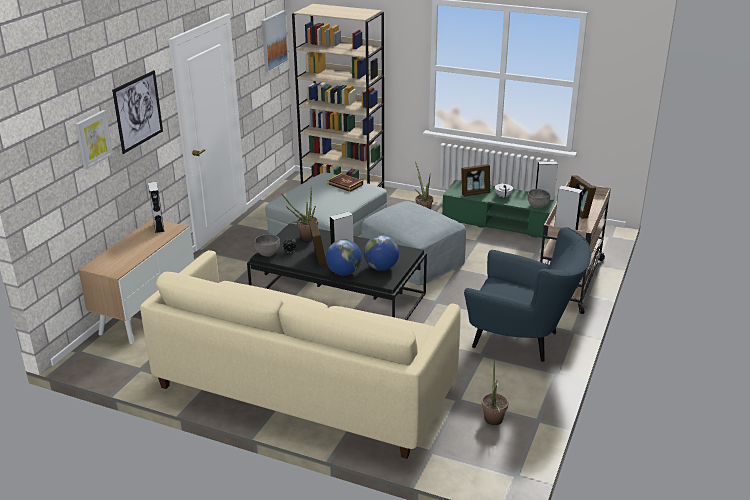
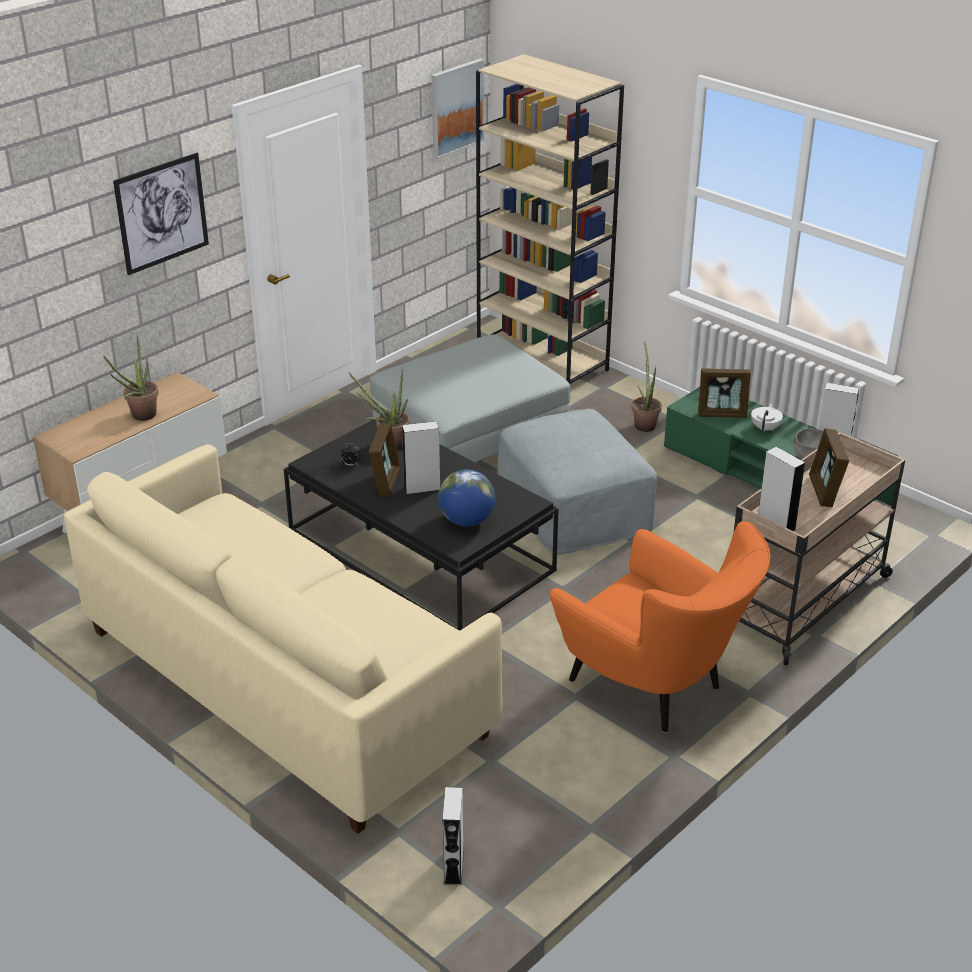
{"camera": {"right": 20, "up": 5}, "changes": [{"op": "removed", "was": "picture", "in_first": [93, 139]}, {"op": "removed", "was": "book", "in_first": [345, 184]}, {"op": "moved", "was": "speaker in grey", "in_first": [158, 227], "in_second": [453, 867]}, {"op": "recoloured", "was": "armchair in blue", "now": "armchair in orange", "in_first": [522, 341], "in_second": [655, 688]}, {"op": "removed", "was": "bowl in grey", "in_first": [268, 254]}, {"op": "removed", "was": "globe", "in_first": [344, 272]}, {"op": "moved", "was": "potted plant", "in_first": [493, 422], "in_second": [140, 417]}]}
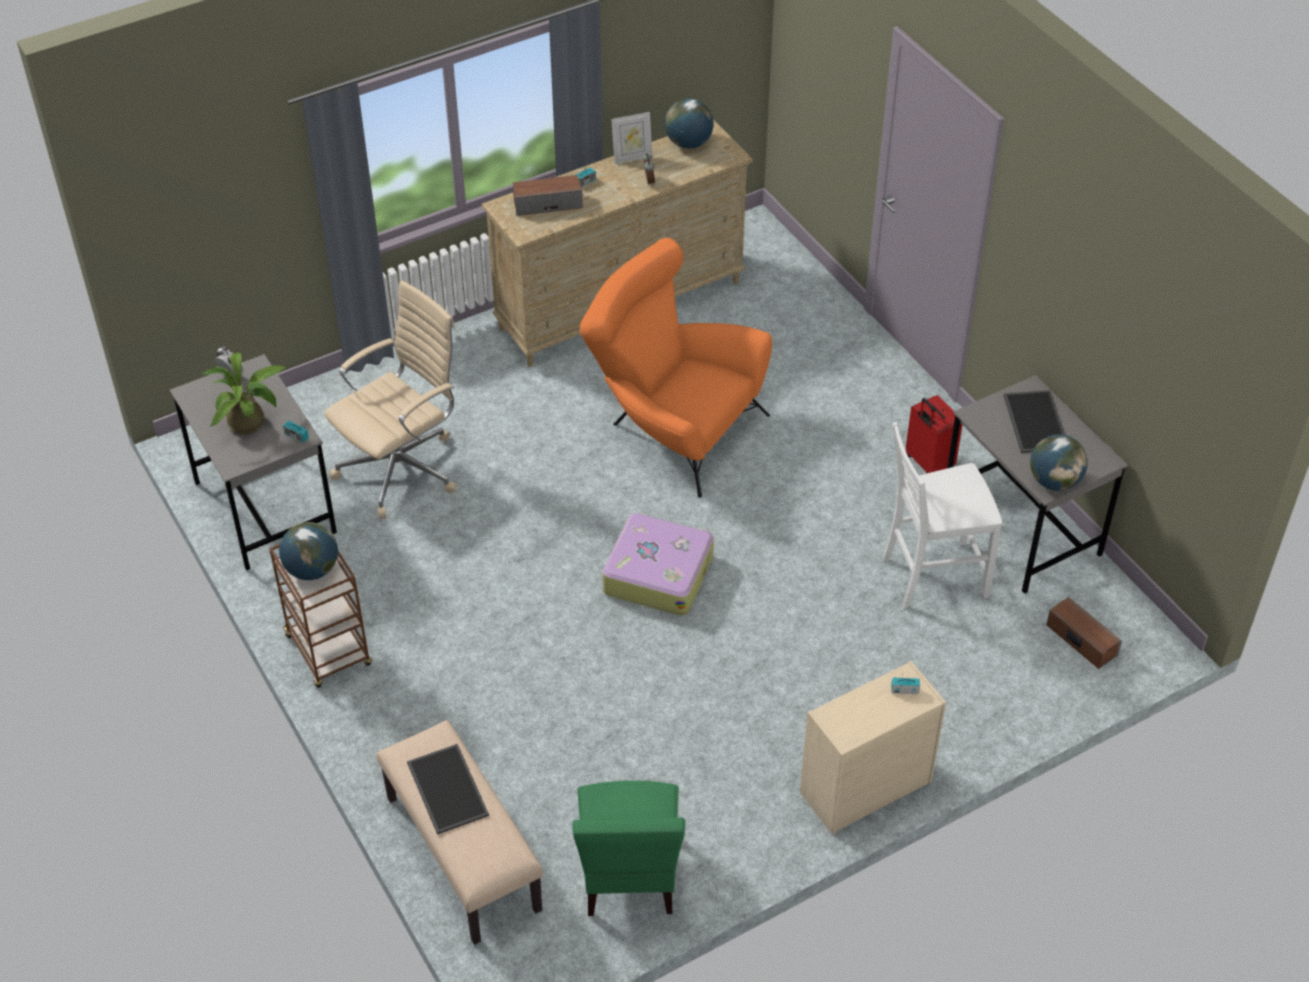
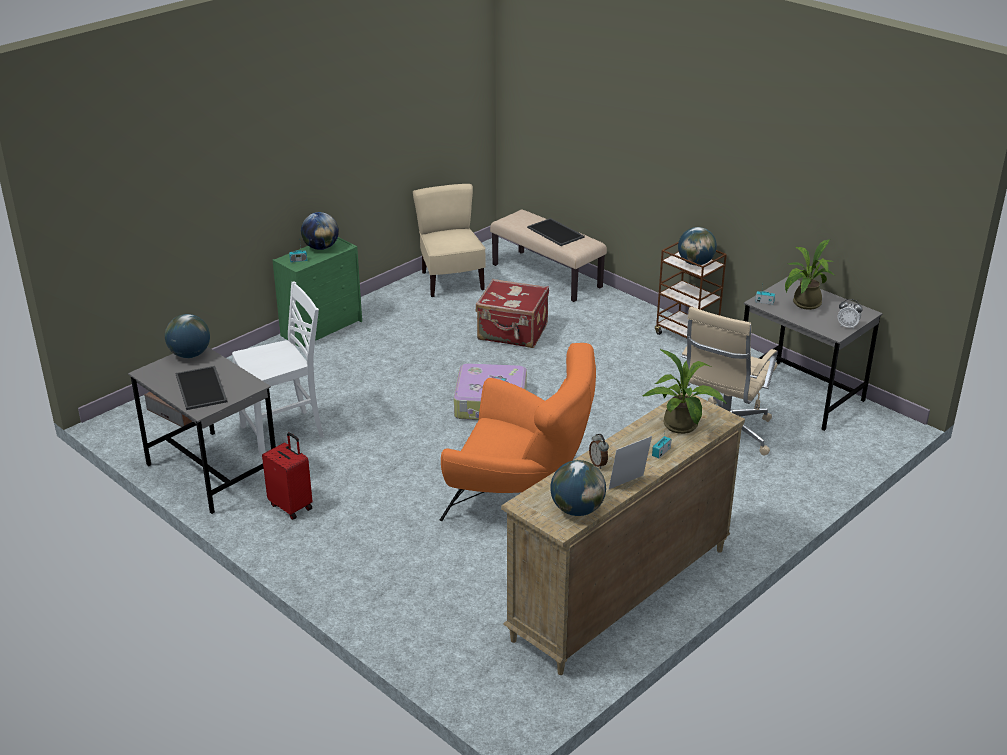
{"camera": {"right": 165, "up": -15}, "changes": [{"op": "replaced", "was": "speaker", "now": "potted plant", "in_first": [547, 203], "in_second": [683, 427]}, {"op": "recoloured", "was": "dresser in beige", "now": "dresser in green", "in_first": [864, 788], "in_second": [322, 328]}, {"op": "recoloured", "was": "chair in green", "now": "chair in beige", "in_first": [629, 874], "in_second": [451, 281]}, {"op": "added", "now": "globe", "in_second": [321, 247]}, {"op": "added", "now": "suitcase in red", "in_second": [512, 333]}]}
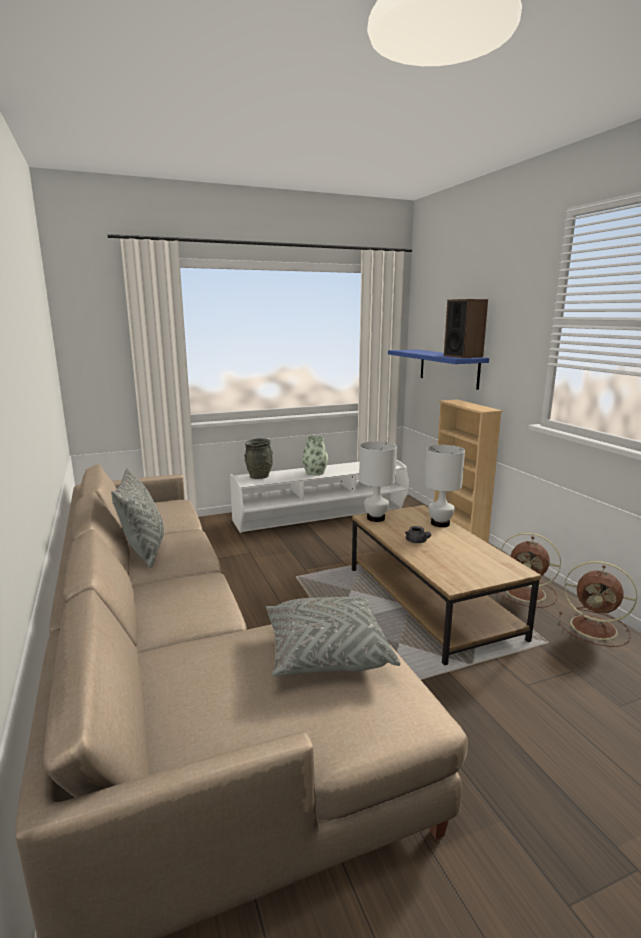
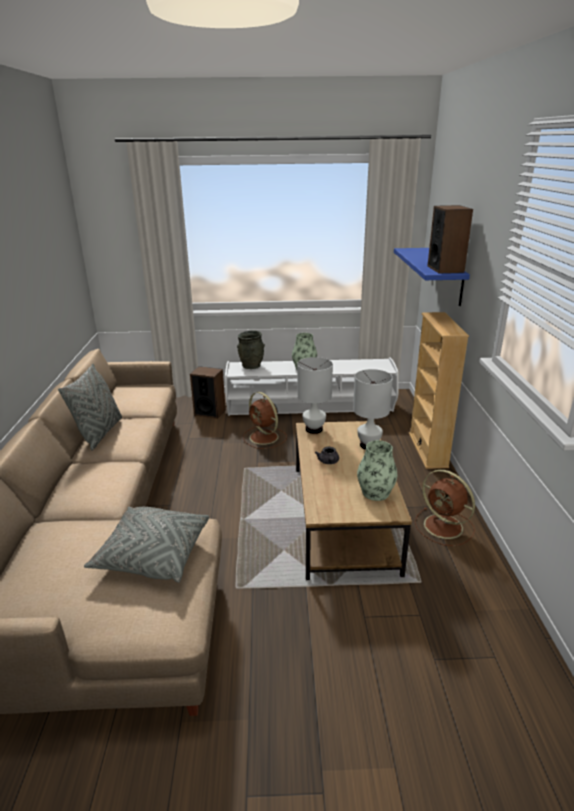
{"camera": {"right": 20, "up": 10}, "changes": [{"op": "moved", "was": "fan in brown", "in_first": [595, 628], "in_second": [264, 438]}, {"op": "added", "now": "speaker", "in_second": [209, 412]}, {"op": "added", "now": "vase", "in_second": [375, 492]}]}
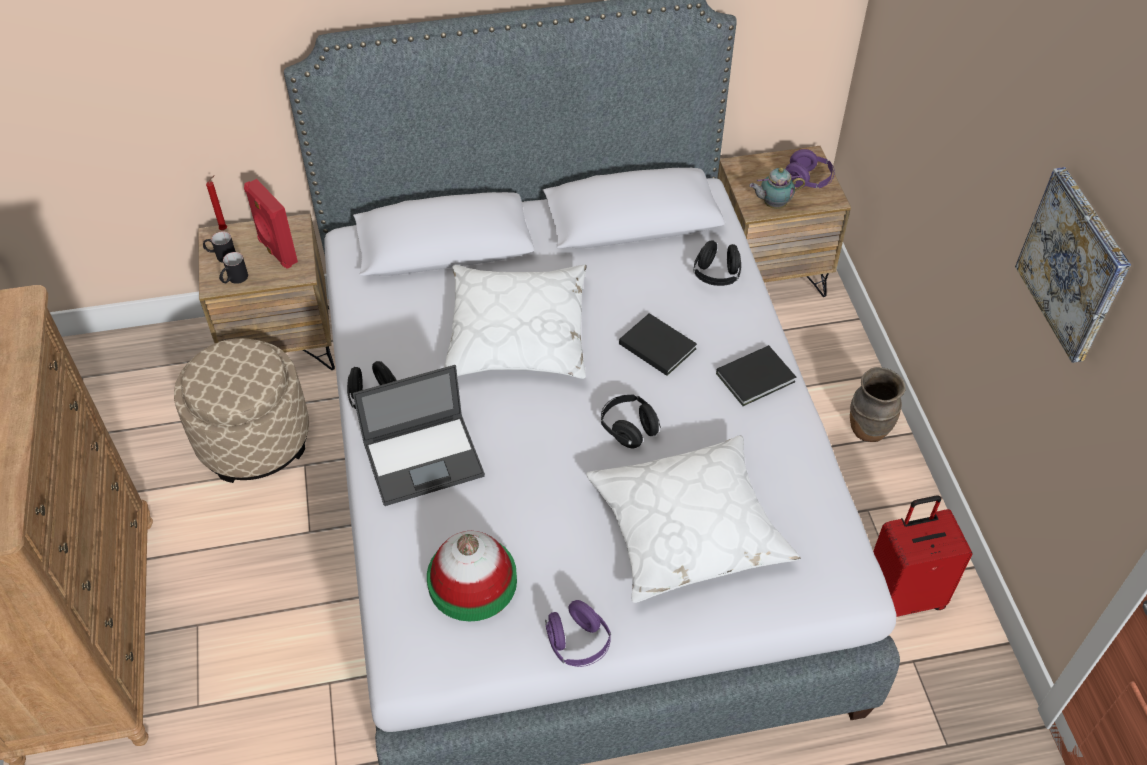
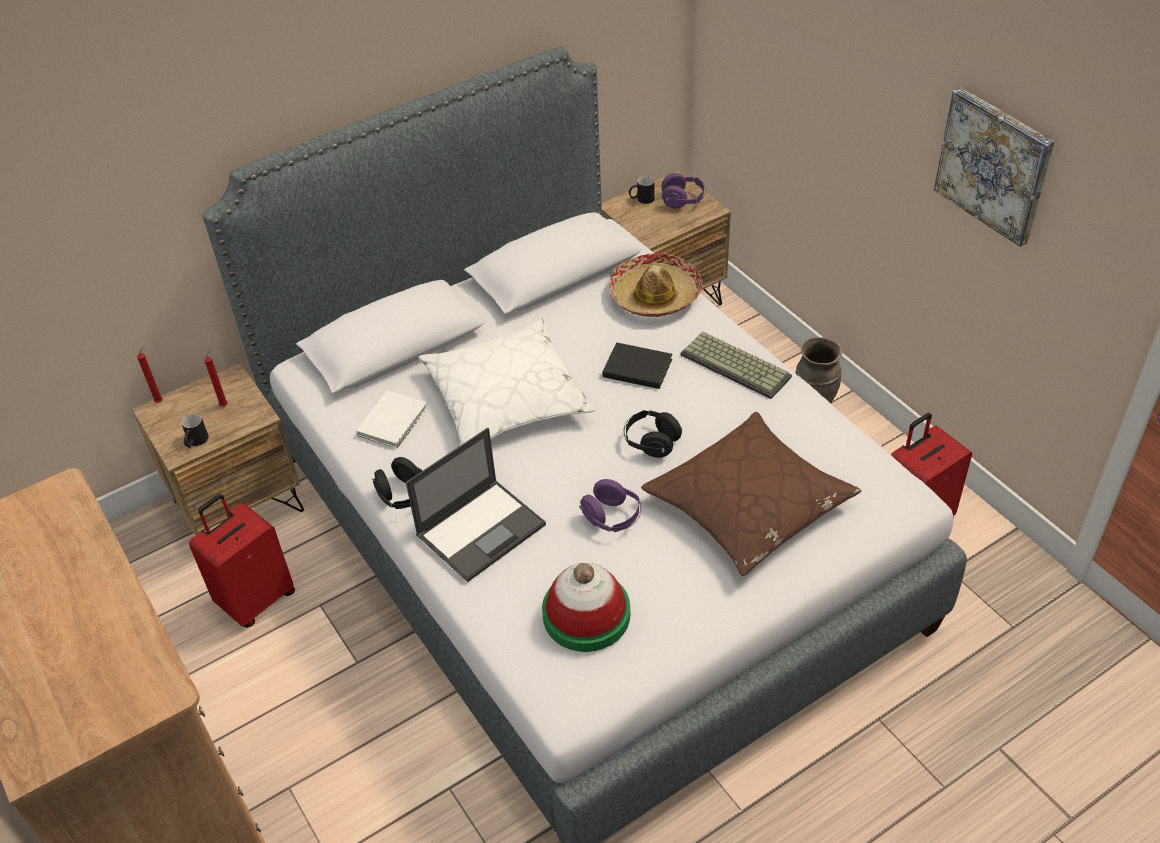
{"camera": {"right": -20, "up": -5}, "changes": [{"op": "removed", "was": "teapot", "in_first": [773, 205]}, {"op": "replaced", "was": "speaker in red", "now": "candle in red", "in_first": [276, 251], "in_second": [225, 405]}, {"op": "moved", "was": "mug in black", "in_first": [221, 255], "in_second": [641, 200]}, {"op": "replaced", "was": "headphones in black", "now": "hat", "in_first": [716, 275], "in_second": [655, 295]}, {"op": "replaced", "was": "ottoman in beige", "now": "suitcase in red", "in_first": [254, 439], "in_second": [256, 599]}, {"op": "replaced", "was": "book in black", "now": "keyboard", "in_first": [757, 378], "in_second": [737, 365]}, {"op": "recoloured", "was": "pillow in white", "now": "pillow in brown", "in_first": [688, 528], "in_second": [748, 504]}, {"op": "moved", "was": "headphones in purple", "in_first": [578, 643], "in_second": [612, 518]}, {"op": "added", "now": "book in white", "in_second": [394, 420]}]}
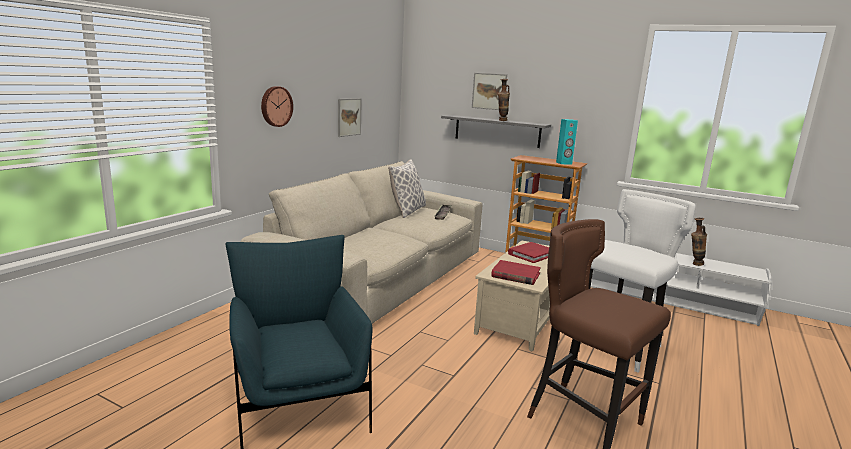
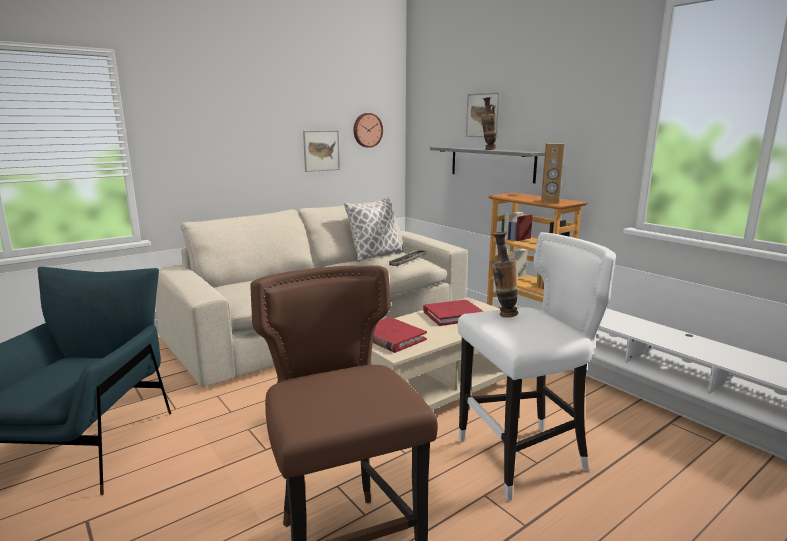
{"camera": {"right": 25, "up": 0}, "changes": [{"op": "moved", "was": "wall clock", "in_first": [275, 106], "in_second": [367, 130]}, {"op": "recoloured", "was": "speaker in turquoise", "now": "speaker in brown", "in_first": [564, 163], "in_second": [549, 201]}, {"op": "moved", "was": "vase", "in_first": [694, 264], "in_second": [502, 314]}]}
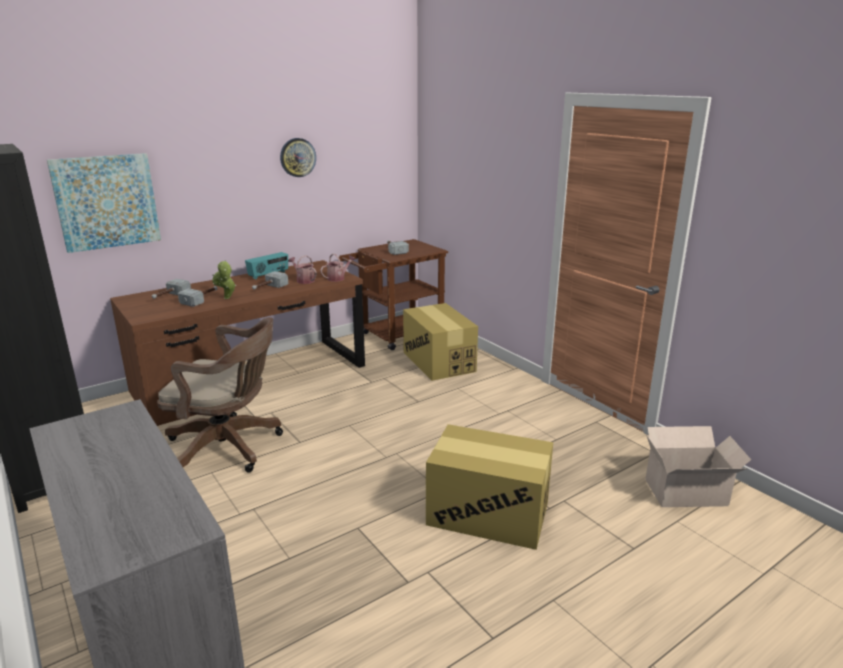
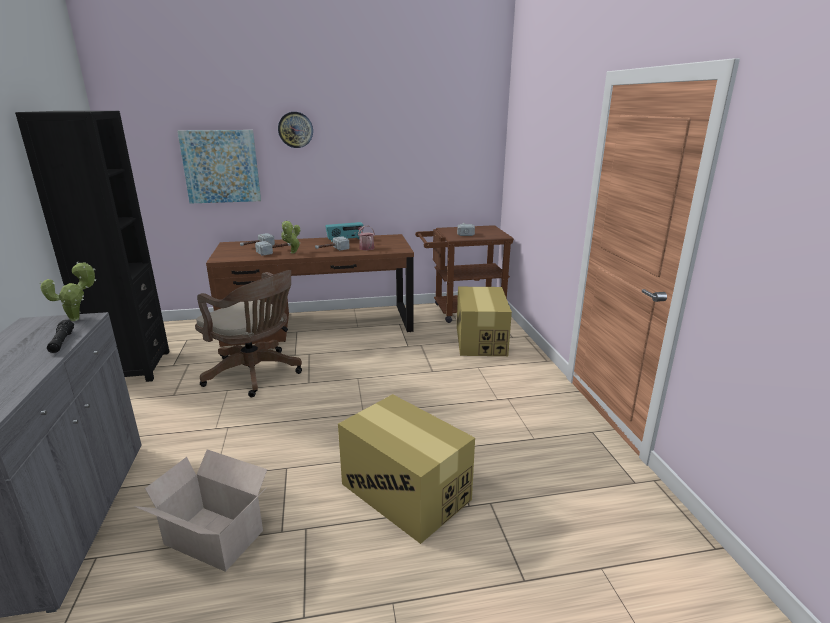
{"camera": {"right": 25, "up": 0}, "changes": [{"op": "moved", "was": "wall clock", "in_first": [297, 157], "in_second": [295, 129]}, {"op": "removed", "was": "watering can", "in_first": [338, 278]}, {"op": "moved", "was": "cardboard box", "in_first": [688, 493], "in_second": [215, 539]}, {"op": "added", "now": "potted plant", "in_second": [78, 319]}, {"op": "added", "now": "flashlight in black", "in_second": [62, 342]}]}
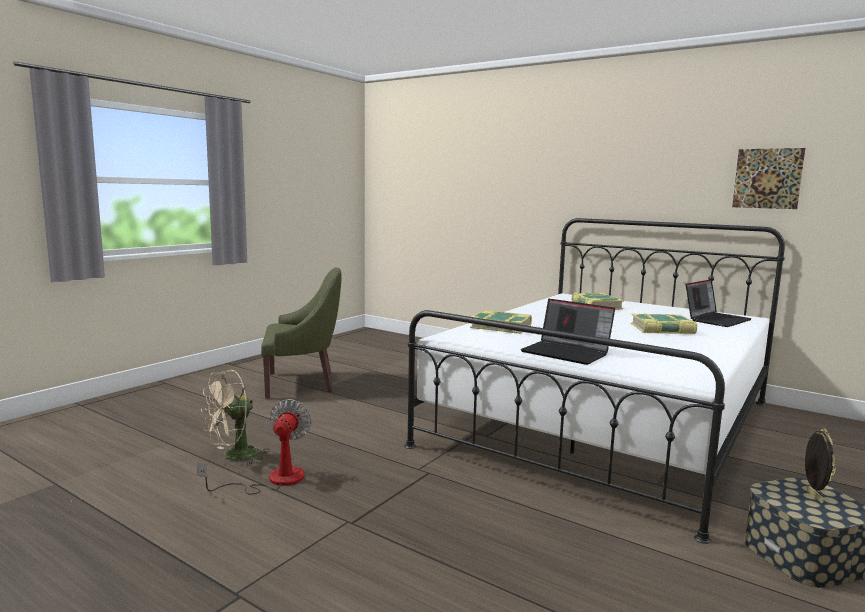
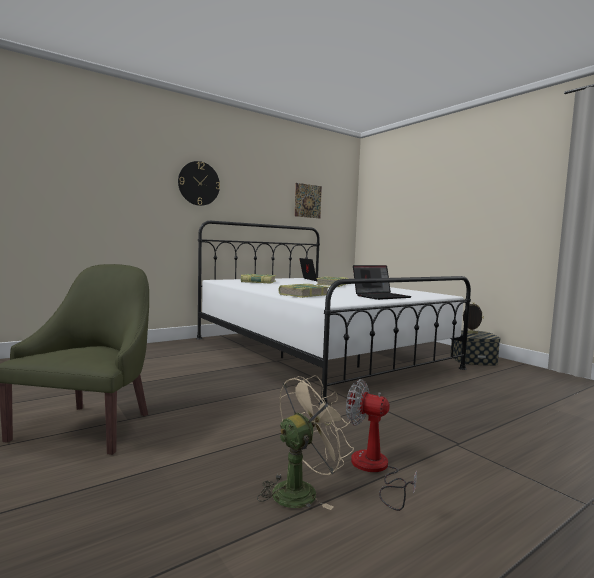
{"camera": {"right": -70, "up": -5}, "changes": [{"op": "turned", "was": "fan in beige", "in_first": [234, 456], "in_second": [301, 490], "clockwise": -105}, {"op": "added", "now": "wall clock", "in_second": [199, 183]}]}
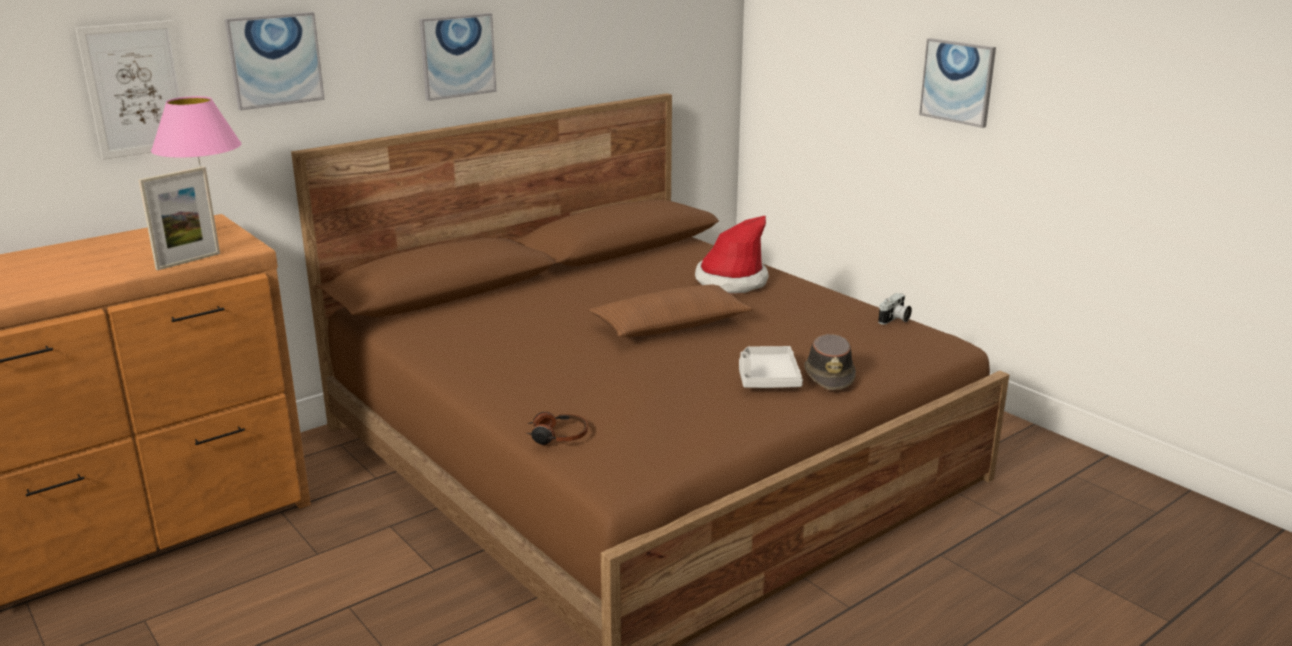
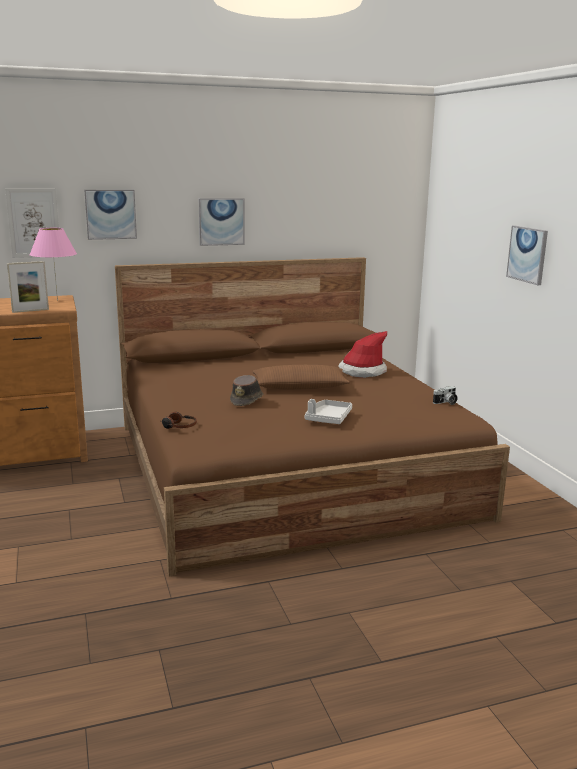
{"camera": {"right": 20, "up": -5}, "changes": [{"op": "moved", "was": "hat in brown", "in_first": [829, 375], "in_second": [247, 400]}]}
